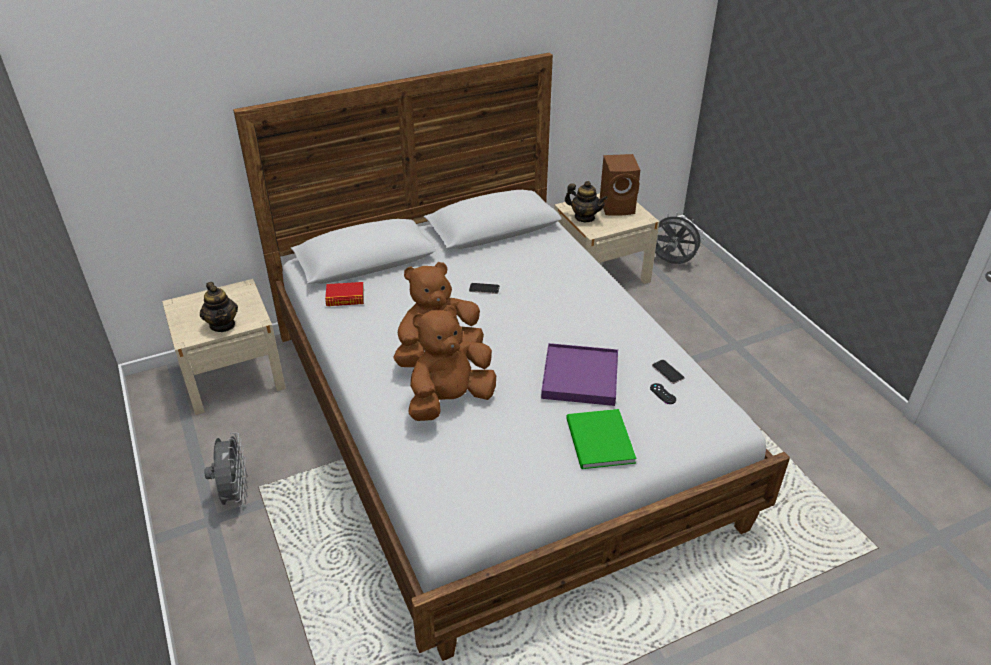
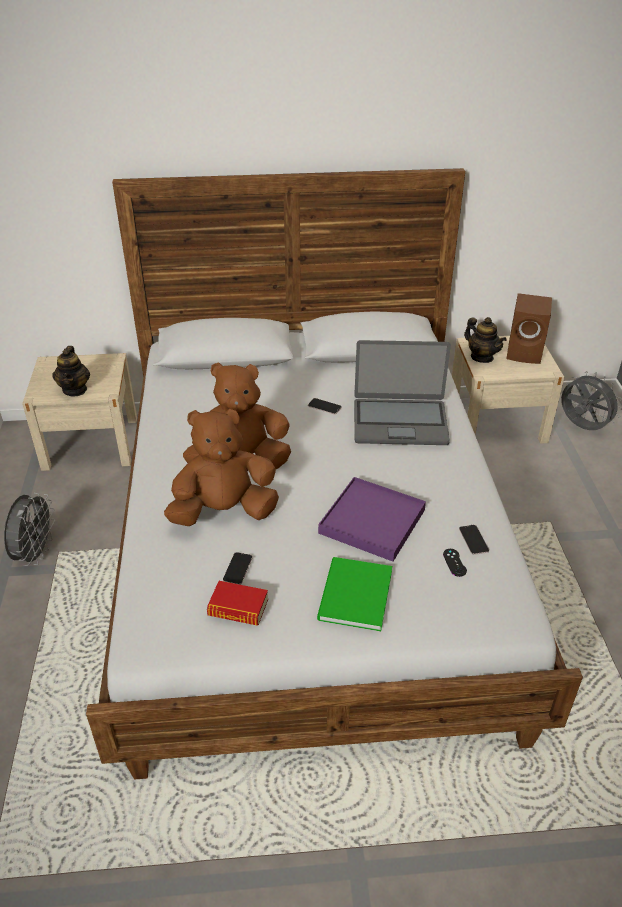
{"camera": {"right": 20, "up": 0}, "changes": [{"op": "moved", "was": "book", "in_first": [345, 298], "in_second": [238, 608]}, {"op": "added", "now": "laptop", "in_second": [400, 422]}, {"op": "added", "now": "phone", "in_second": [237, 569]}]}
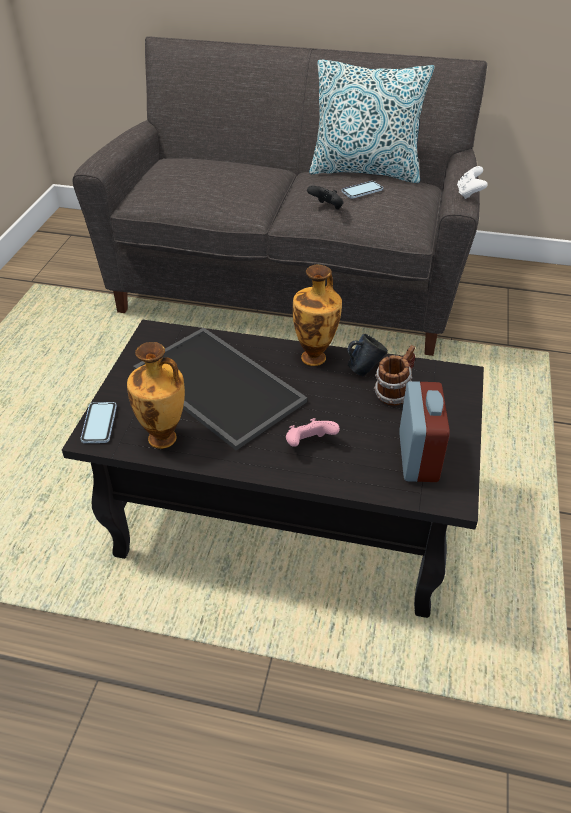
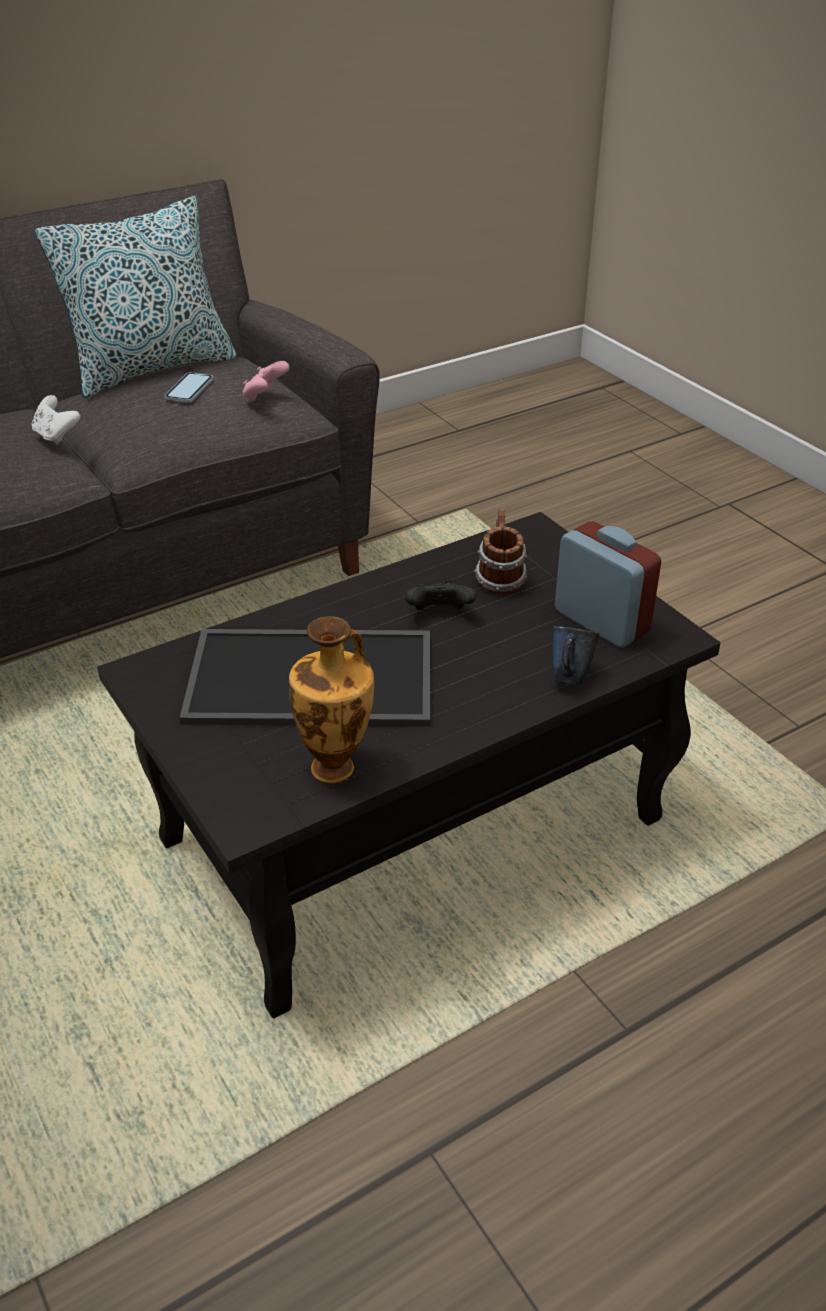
{"camera": {"right": -45, "up": -5}, "changes": [{"op": "moved", "was": "game controller in white", "in_first": [469, 194], "in_second": [56, 436]}, {"op": "moved", "was": "game controller in black", "in_first": [326, 208], "in_second": [439, 614]}, {"op": "removed", "was": "vase", "in_first": [315, 357]}, {"op": "moved", "was": "mug in blue", "in_first": [364, 370], "in_second": [569, 677]}, {"op": "removed", "was": "phone", "in_first": [99, 424]}, {"op": "moved", "was": "game controller in pink", "in_first": [309, 444], "in_second": [265, 397]}]}
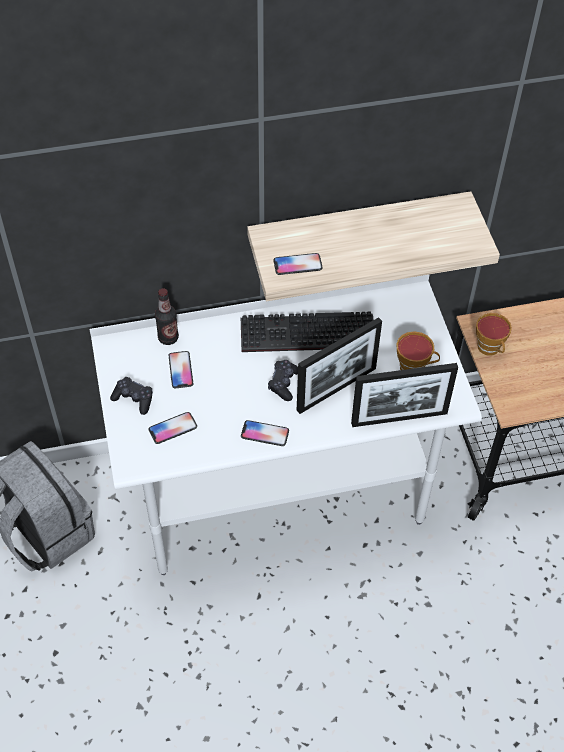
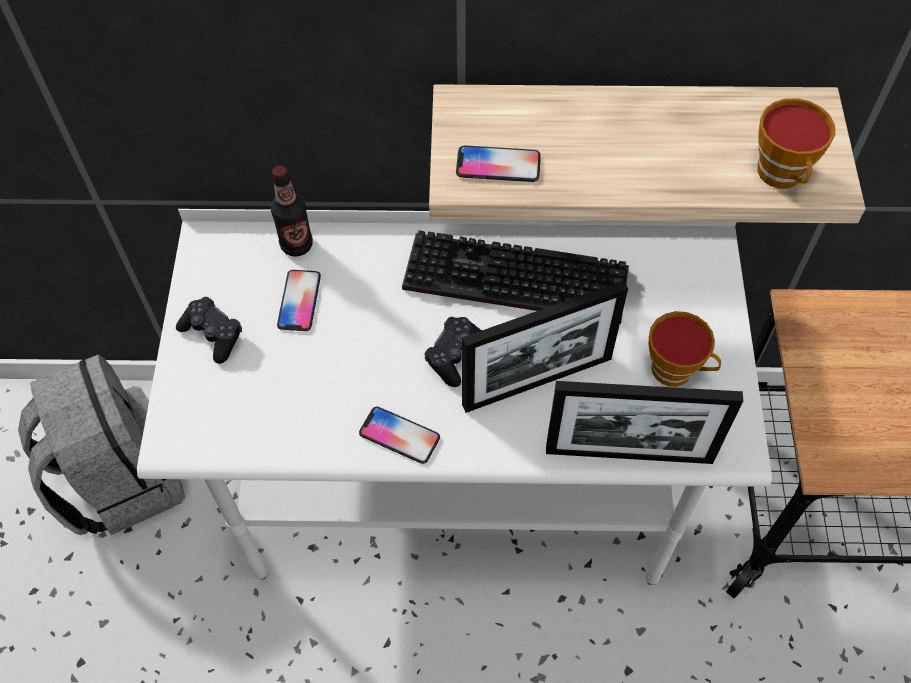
{"camera": {"right": 15, "up": 5}, "changes": [{"op": "moved", "was": "cup", "in_first": [490, 349], "in_second": [782, 176]}, {"op": "removed", "was": "phone", "in_first": [173, 428]}]}
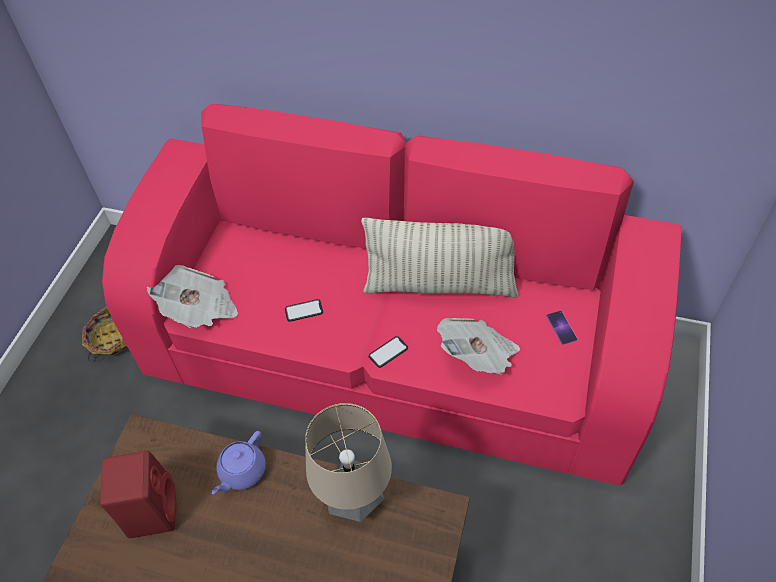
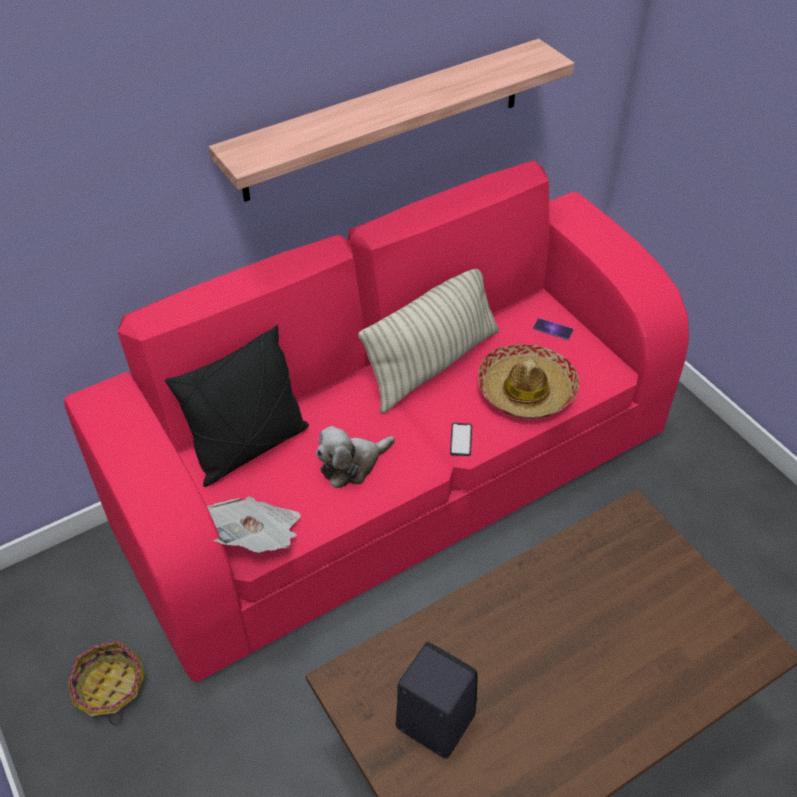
{"camera": {"right": -50, "up": -5}, "changes": [{"op": "replaced", "was": "phone", "now": "plush toy", "in_first": [304, 311], "in_second": [352, 464]}, {"op": "replaced", "was": "newspaper", "now": "hat", "in_first": [478, 356], "in_second": [526, 390]}, {"op": "removed", "was": "table lamp", "in_first": [354, 501]}, {"op": "removed", "was": "teapot in purple", "in_first": [242, 472]}, {"op": "recoloured", "was": "speaker in red", "now": "speaker in black", "in_first": [151, 509], "in_second": [432, 721]}, {"op": "added", "now": "shelf", "in_second": [385, 120]}, {"op": "added", "now": "pillow in black", "in_second": [250, 447]}]}
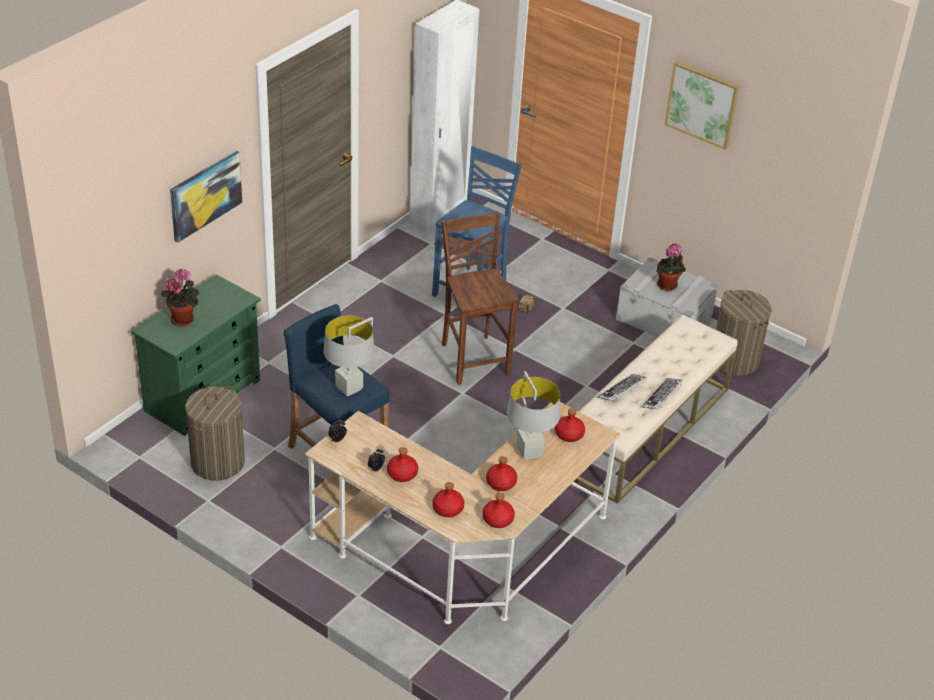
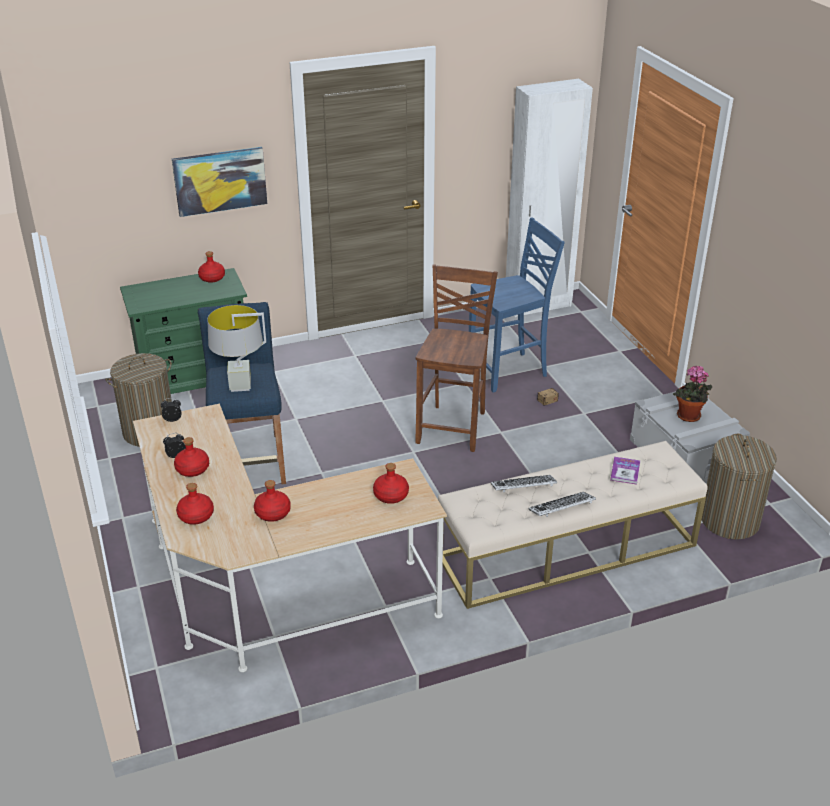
{"camera": {"right": 35, "up": -5}, "changes": [{"op": "removed", "was": "picture", "in_first": [702, 104]}, {"op": "removed", "was": "potted plant", "in_first": [184, 318]}, {"op": "removed", "was": "table lamp in grey", "in_first": [529, 451]}, {"op": "moved", "was": "bottle in red", "in_first": [498, 520], "in_second": [212, 278]}, {"op": "added", "now": "book", "in_second": [625, 471]}]}
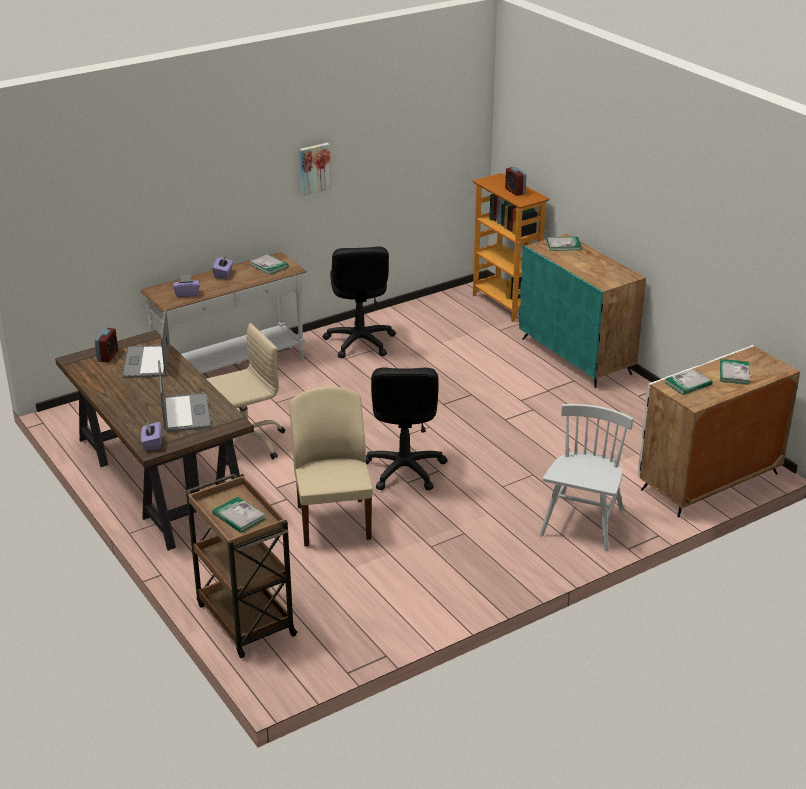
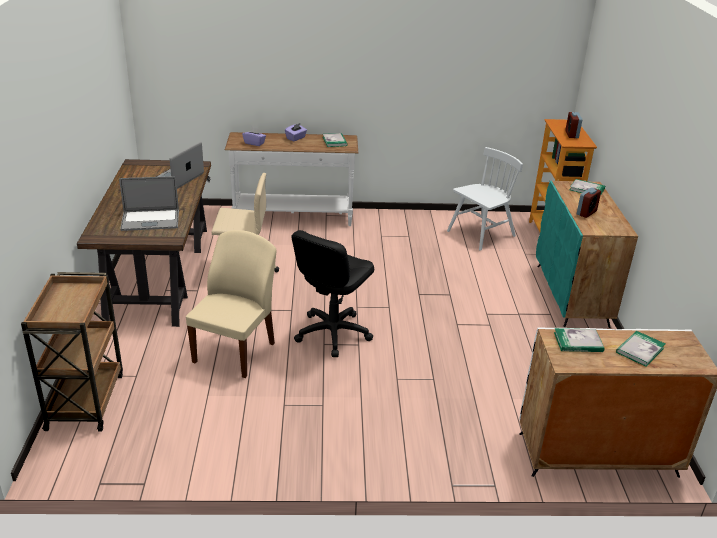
{"camera": {"right": 30, "up": 0}, "changes": [{"op": "removed", "was": "picture", "in_first": [314, 168]}, {"op": "removed", "was": "office chair in black", "in_first": [359, 342]}, {"op": "moved", "was": "alarm clock", "in_first": [107, 356], "in_second": [586, 213]}, {"op": "turned", "was": "laptop", "in_first": [186, 413], "in_second": [150, 220], "clockwise": 60}, {"op": "moved", "was": "chair in white", "in_first": [582, 523], "in_second": [481, 234]}, {"op": "removed", "was": "tissue box in purple", "in_first": [152, 443]}, {"op": "removed", "was": "book", "in_first": [239, 516]}]}
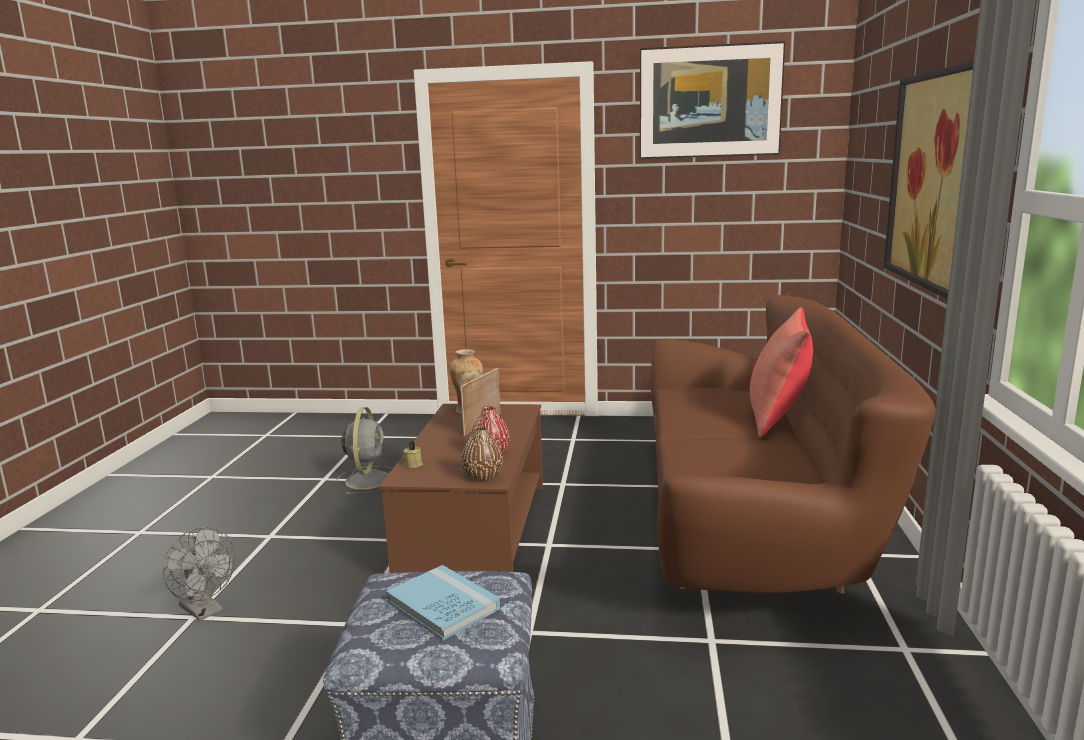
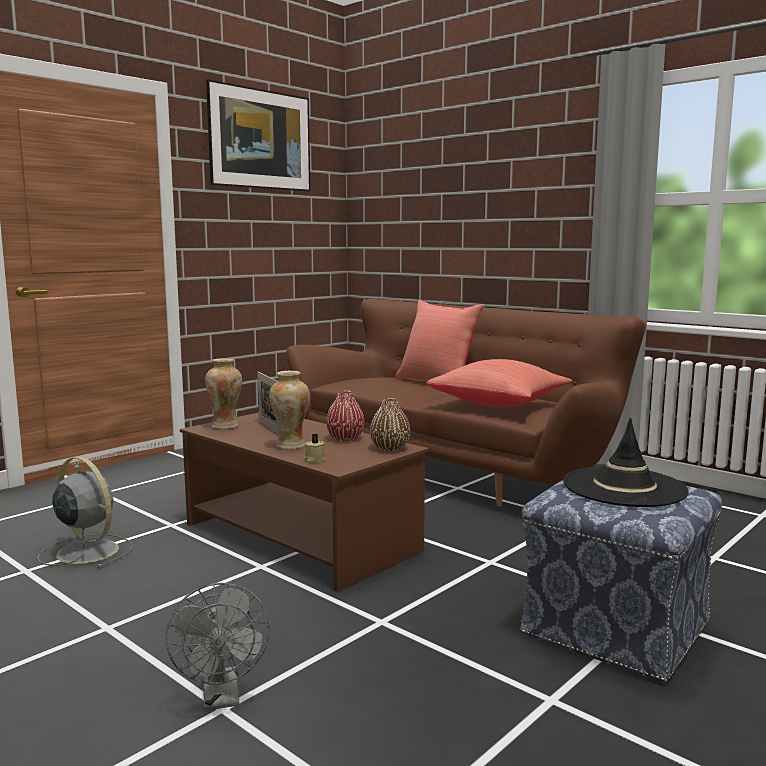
{"camera": {"right": -55, "up": -5}, "changes": [{"op": "removed", "was": "picture", "in_first": [934, 180]}, {"op": "turned", "was": "fan in grey", "in_first": [205, 611], "in_second": [222, 698], "clockwise": 90}, {"op": "replaced", "was": "book in blue", "now": "hat in black", "in_first": [443, 605], "in_second": [624, 487]}, {"op": "added", "now": "pillow in red", "in_second": [500, 404]}, {"op": "added", "now": "vase", "in_second": [290, 446]}]}
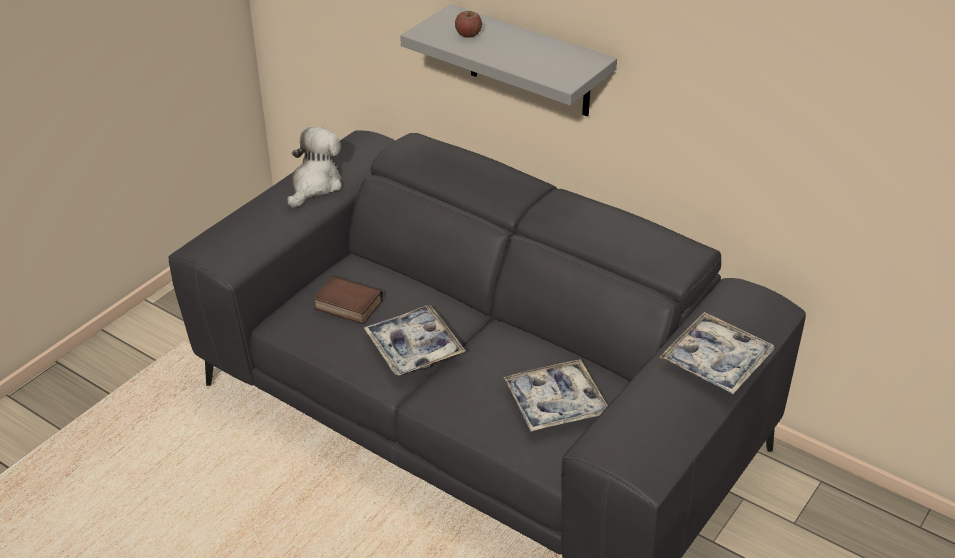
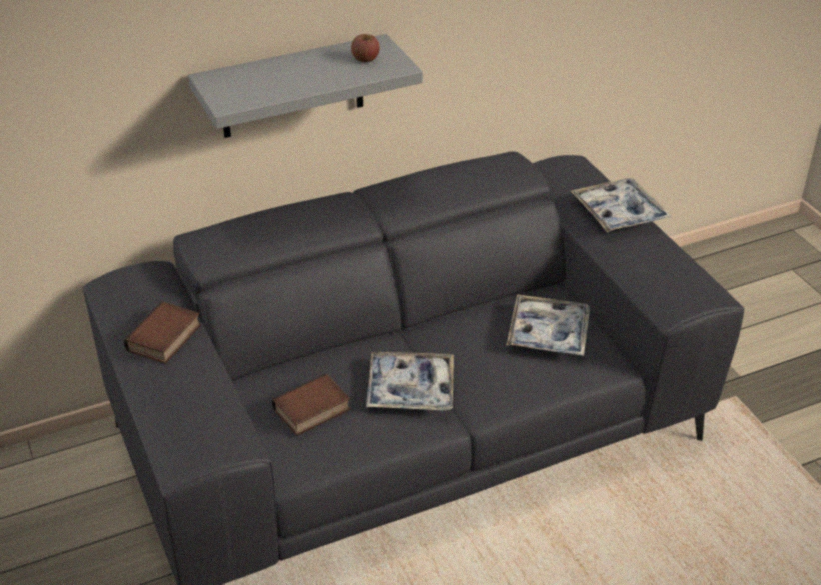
{"camera": {"right": -60, "up": 0}, "changes": [{"op": "moved", "was": "apple", "in_first": [468, 34], "in_second": [365, 59]}, {"op": "replaced", "was": "plush toy", "now": "book", "in_first": [315, 185], "in_second": [165, 339]}]}
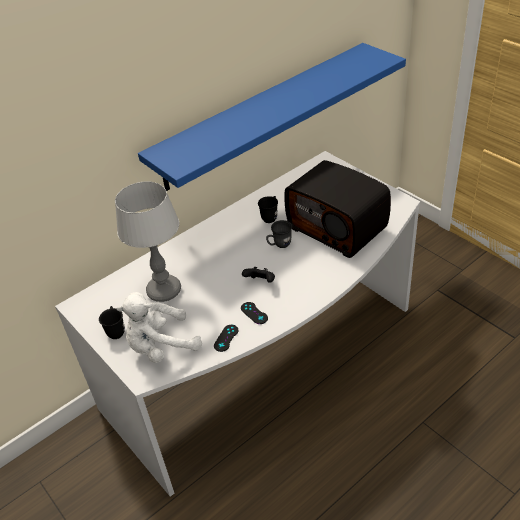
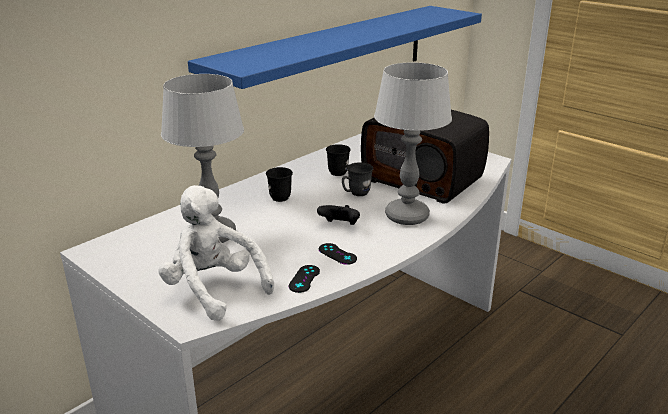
{"camera": {"right": -10, "up": -15}, "changes": [{"op": "turned", "was": "plush toy in white", "in_first": [161, 347], "in_second": [214, 289], "clockwise": 75}, {"op": "moved", "was": "mug in black", "in_first": [116, 330], "in_second": [279, 196]}, {"op": "added", "now": "table lamp", "in_second": [407, 216]}]}
